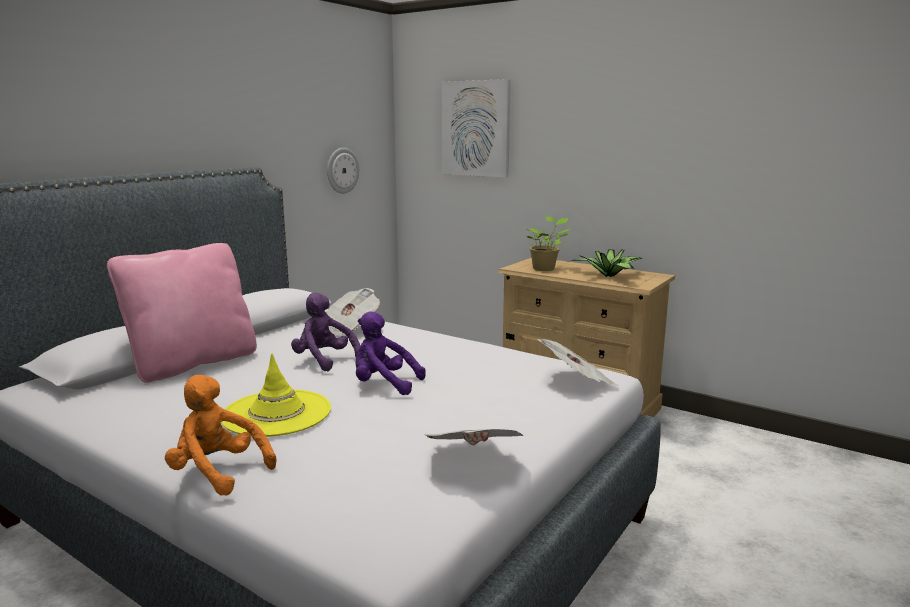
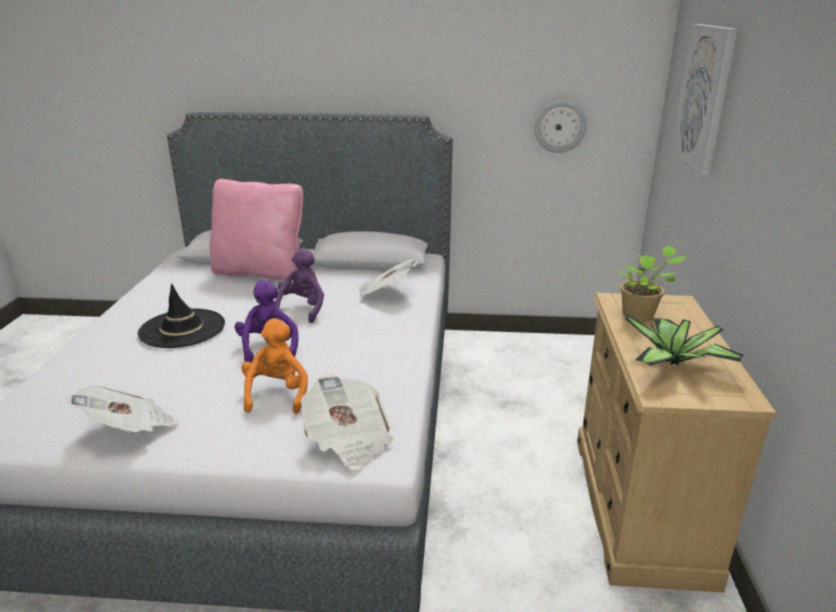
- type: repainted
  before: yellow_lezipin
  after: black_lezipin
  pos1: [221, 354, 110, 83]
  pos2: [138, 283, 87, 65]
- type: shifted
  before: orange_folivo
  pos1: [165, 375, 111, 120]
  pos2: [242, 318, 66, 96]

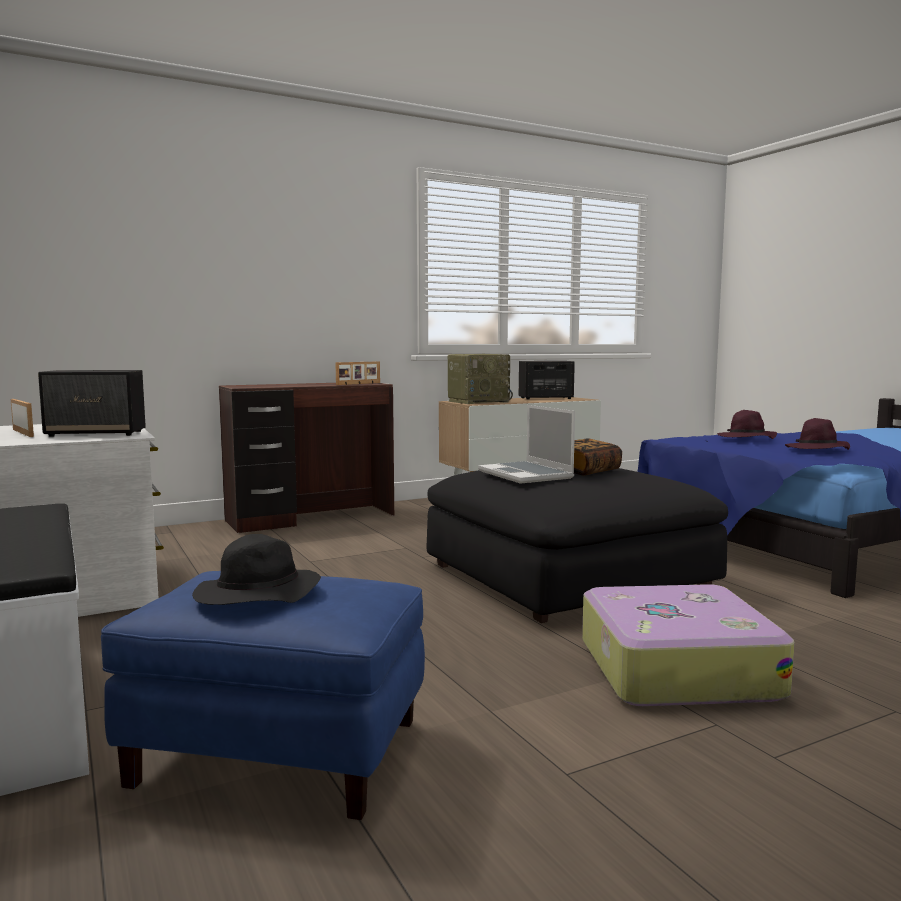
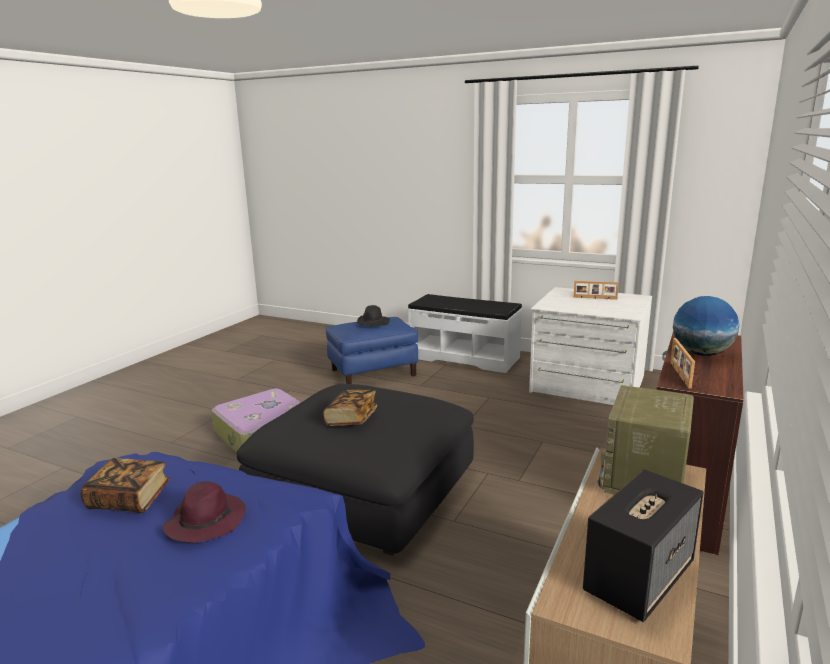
- type: gone
  before: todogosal
  pos1: [38, 370, 108, 67]
- type: gone
  before: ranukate
  pos1: [478, 405, 97, 79]
- type: swapped
  before: purple_lezipin
  after: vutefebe
  pos1: [785, 418, 65, 32]
  pos2: [81, 458, 89, 55]
- type: new
  after: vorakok
  pos2: [673, 296, 67, 60]

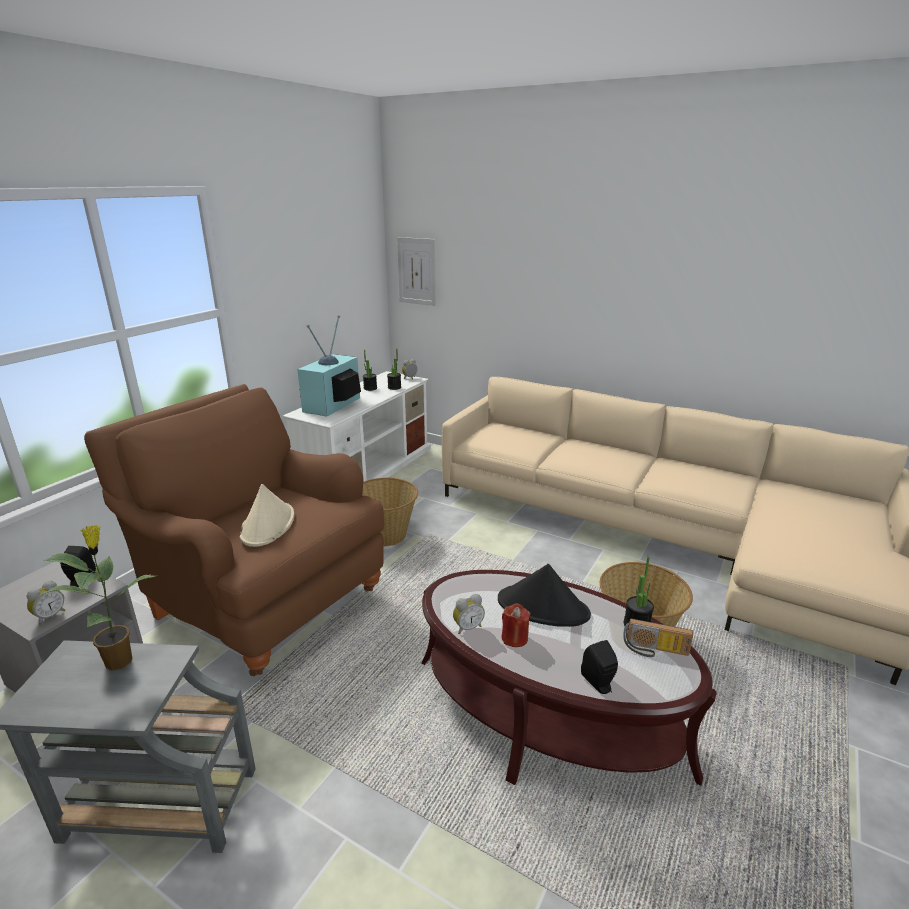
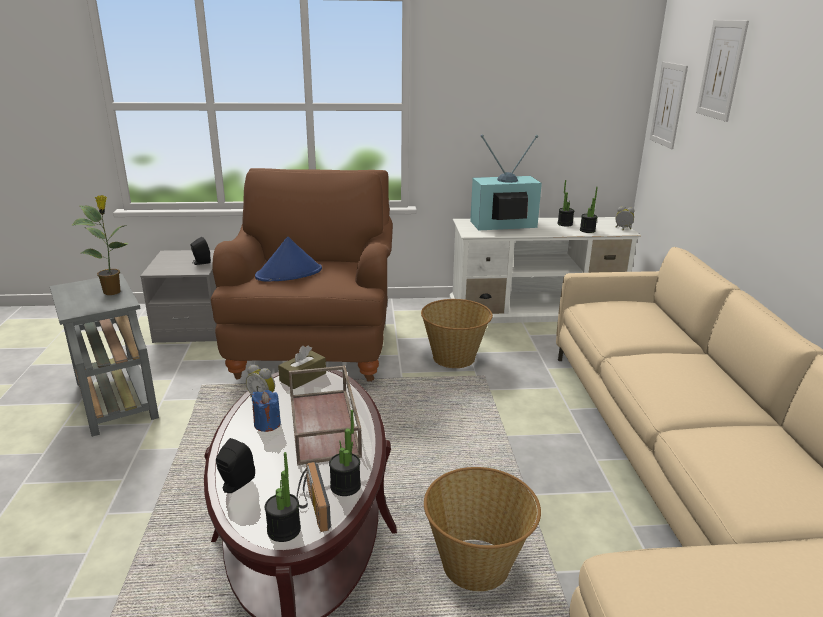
- type: repainted
  before: beige_lezipin
  after: blue_lezipin
  pos1: [239, 484, 55, 63]
  pos2: [255, 237, 67, 45]
- type: swapped
  before: black_lezipin
  after: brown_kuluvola
  pos1: [498, 564, 93, 63]
  pos2: [289, 365, 73, 101]
- type: gone
  before: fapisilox
  pos1: [27, 580, 38, 45]
- type: repainted
  before: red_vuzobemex
  after: blue_vuzobemex
  pos1: [502, 603, 28, 44]
  pos2: [252, 390, 29, 42]
- type: new
  after: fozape
  pos2: [696, 20, 53, 102]
- type: new
  after: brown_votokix
  pos2: [278, 345, 48, 44]
- type: new
  after: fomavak
  pos2: [265, 452, 36, 90]

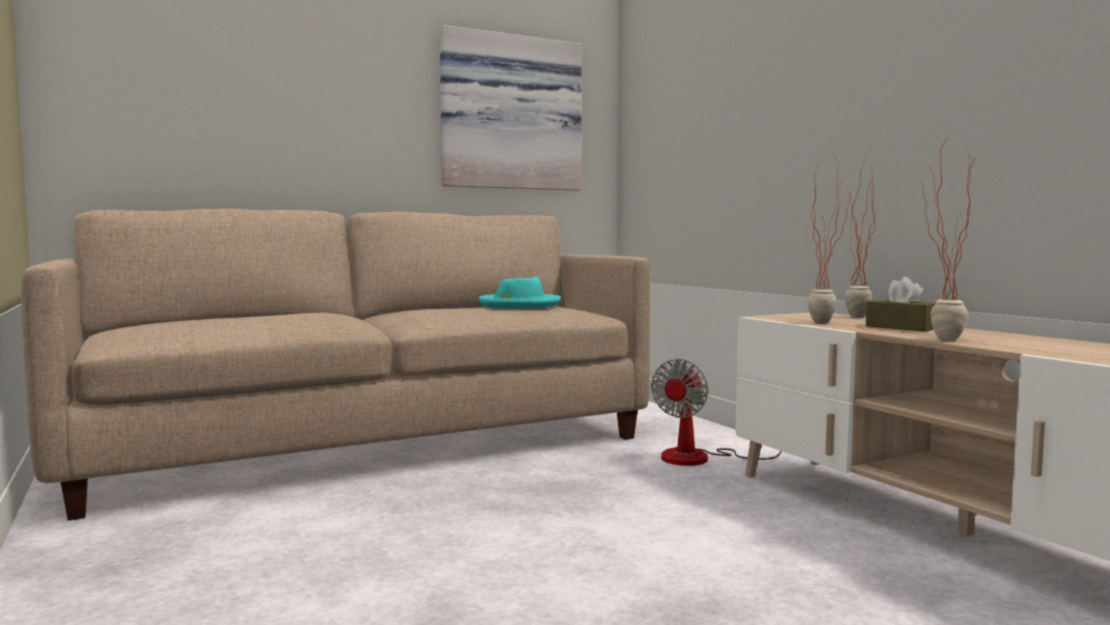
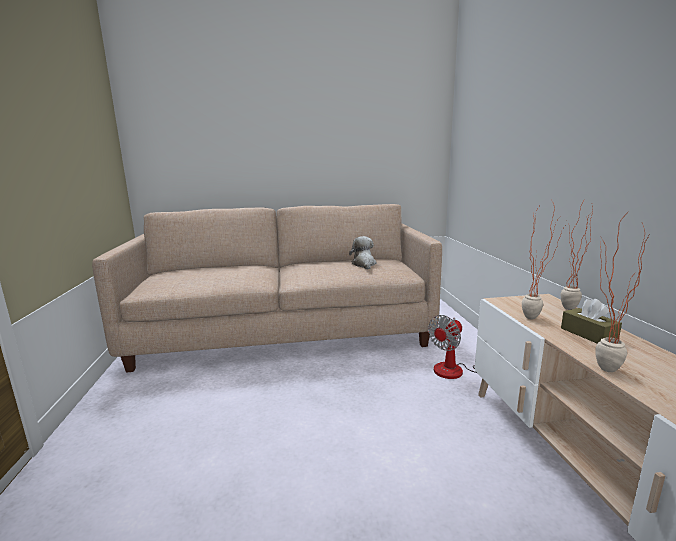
- type: gone
  before: fozape
  pos1: [440, 25, 142, 166]
- type: swapped
  before: turquoise_lezipin
  after: folivo
  pos1: [478, 277, 83, 32]
  pos2: [349, 236, 28, 34]

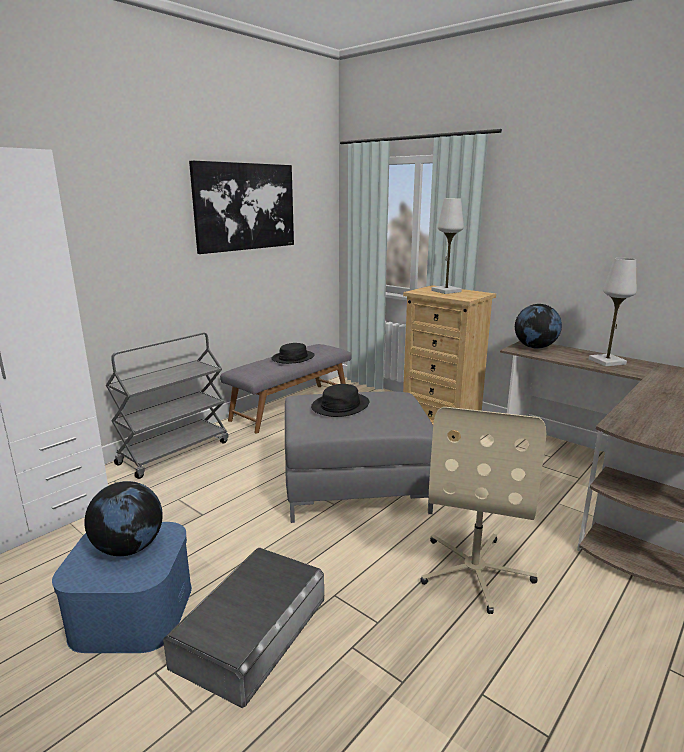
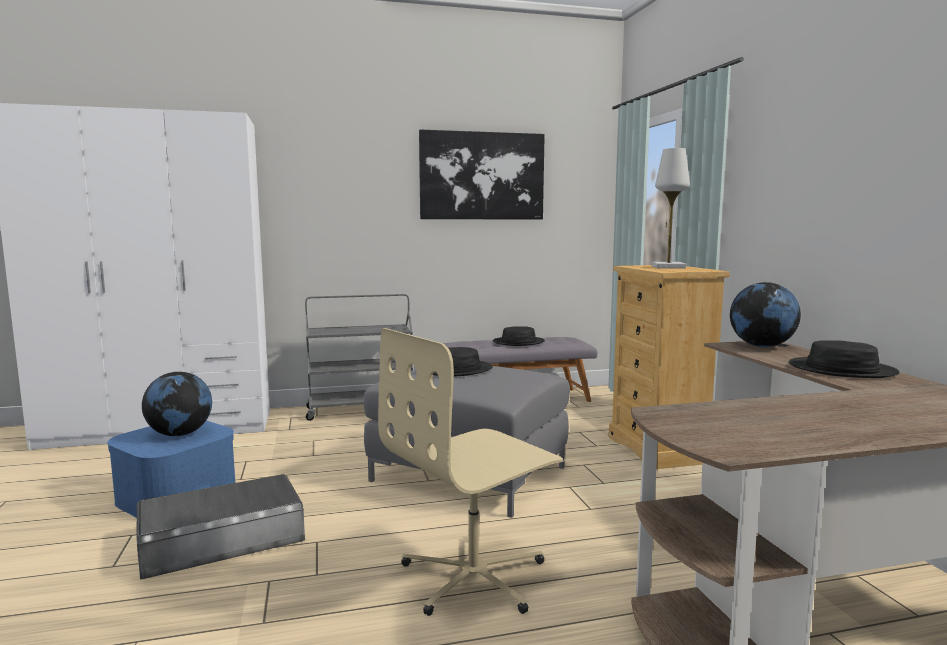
- type: swapped
  before: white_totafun
  after: black_lezipin
  pos1: [589, 258, 48, 108]
  pos2: [789, 340, 111, 38]

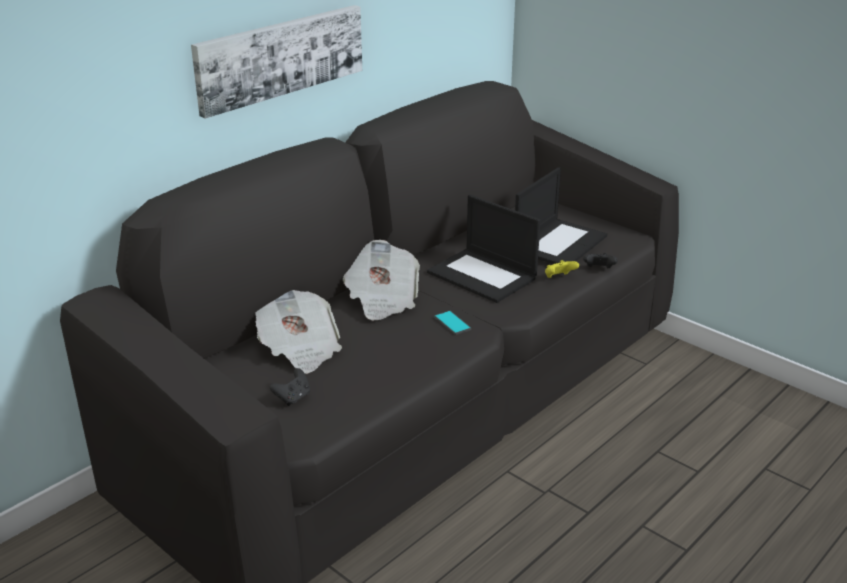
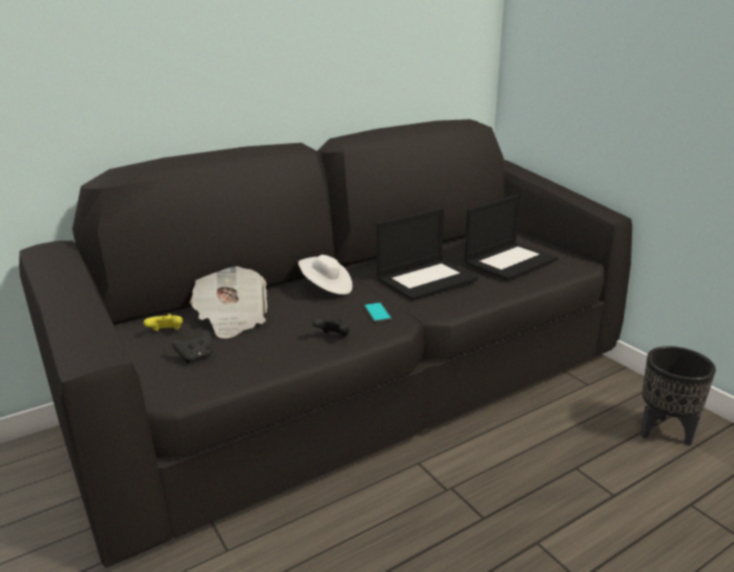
- type: gone
  before: fozape
  pos1: [191, 5, 171, 114]
- type: rotated
  before: ranukate
  pos1: [427, 195, 114, 108]
  pos2: [377, 208, 101, 93]
  turn: -90
- type: swapped
  before: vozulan
  after: white_lezipin
  pos1: [343, 240, 77, 81]
  pos2: [298, 255, 54, 40]
- type: shifted
  before: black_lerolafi
  pos1: [583, 253, 35, 15]
  pos2: [312, 318, 37, 19]
- type: shifted
  before: yellow_lerolafi
  pos1: [545, 260, 34, 18]
  pos2: [144, 314, 39, 17]
- type: new
  after: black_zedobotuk
  pos2: [640, 346, 76, 100]

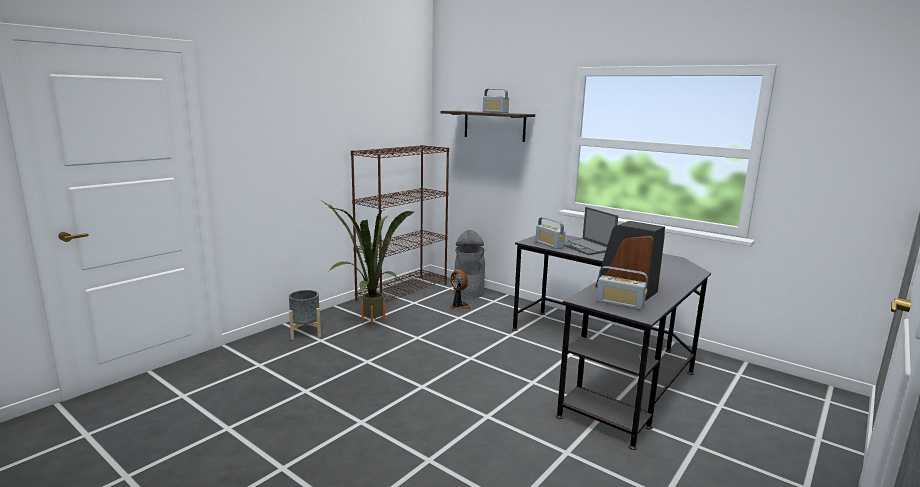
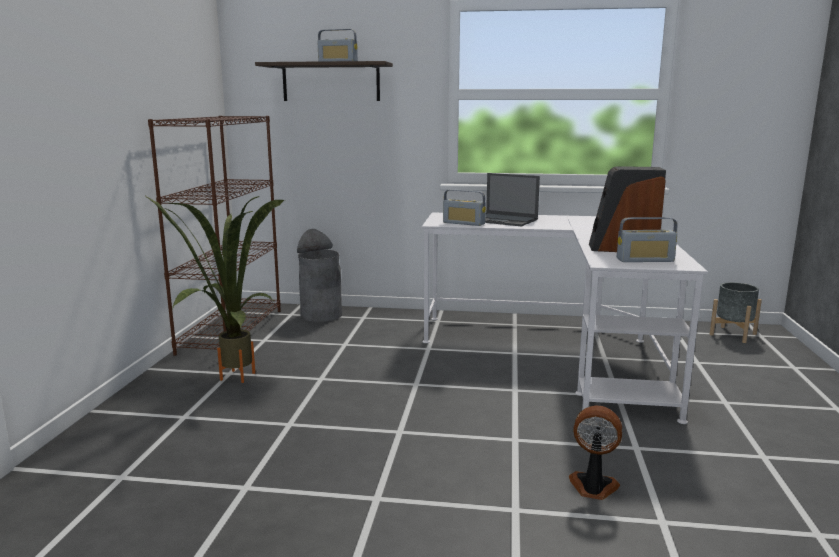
- type: repainted
  before: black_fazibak
  after: white_fazibak
  pos1: [512, 235, 199, 215]
  pos2: [422, 212, 286, 212]
- type: shifted
  before: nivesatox
  pos1: [450, 269, 22, 40]
  pos2: [569, 405, 53, 95]
- type: shifted
  before: grey_zedobotuk
  pos1: [289, 290, 32, 50]
  pos2: [710, 282, 52, 61]

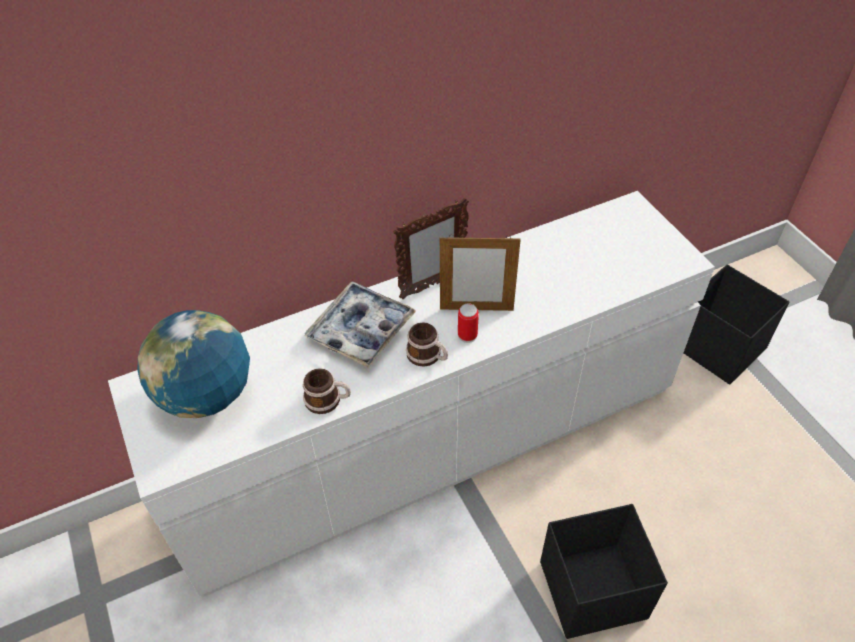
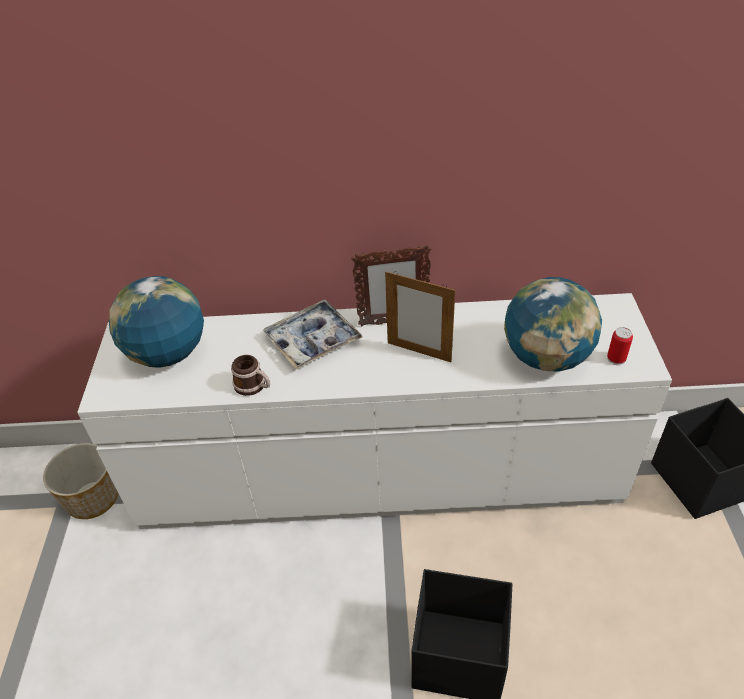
- type: shifted
  before: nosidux
  pos1: [458, 303, 21, 40]
  pos2: [607, 327, 26, 38]
- type: gone
  before: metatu
  pos1: [406, 322, 42, 44]
- type: new
  after: vorakok
  pos2: [504, 277, 98, 94]
- type: new
  after: zedobotuk
  pos2: [43, 443, 75, 76]

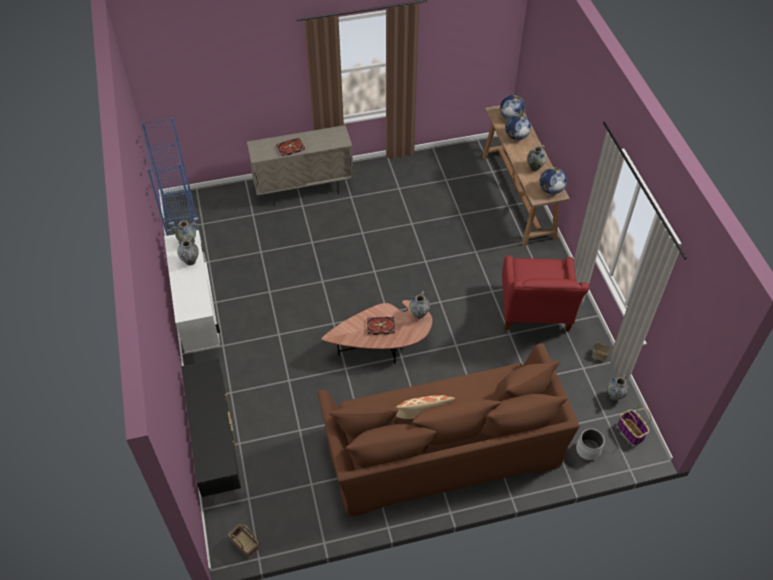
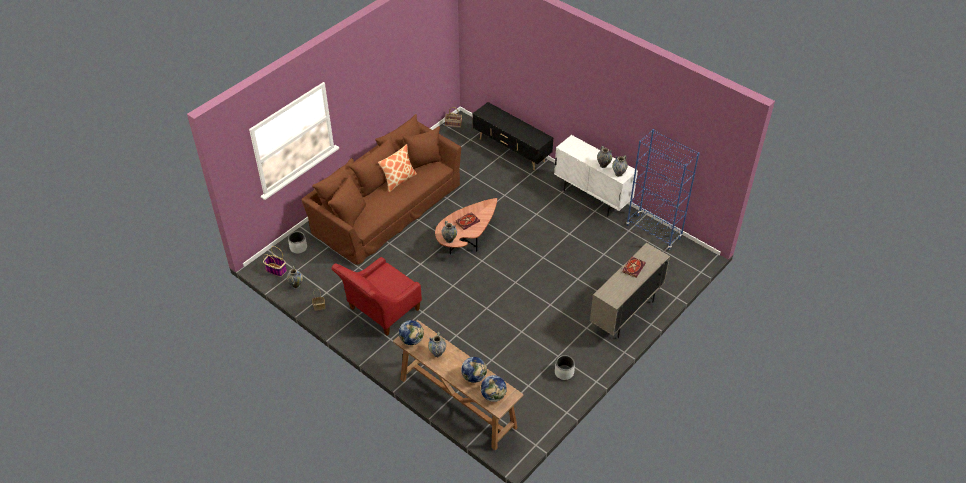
- type: rotated
  before: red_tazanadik
  pos1: [502, 255, 87, 76]
  pos2: [331, 257, 91, 79]
  turn: -105
- type: new
  after: grey_zedobotuk
  pos2: [555, 355, 20, 25]

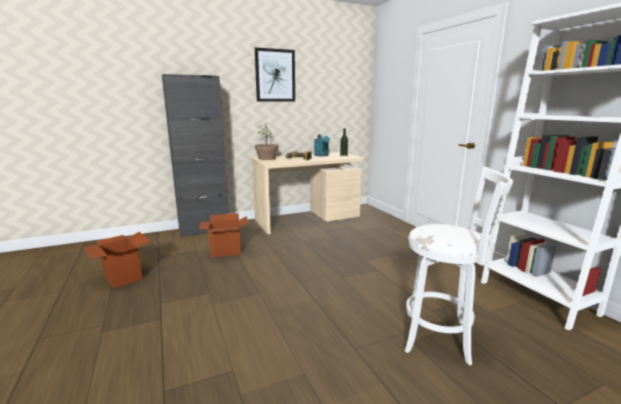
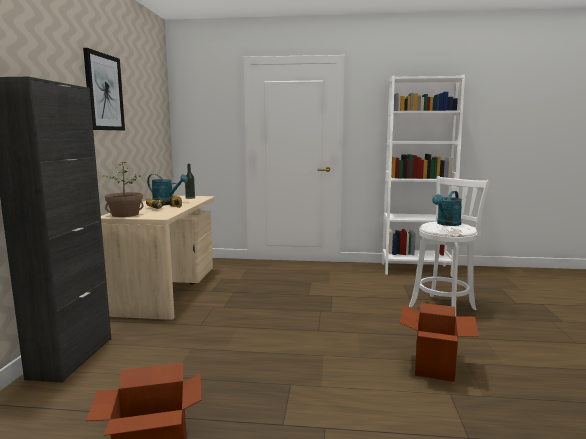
- type: shifted
  before: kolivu
  pos1: [199, 213, 49, 44]
  pos2: [400, 303, 79, 79]
- type: new
  after: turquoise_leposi
  pos2: [432, 191, 30, 35]

